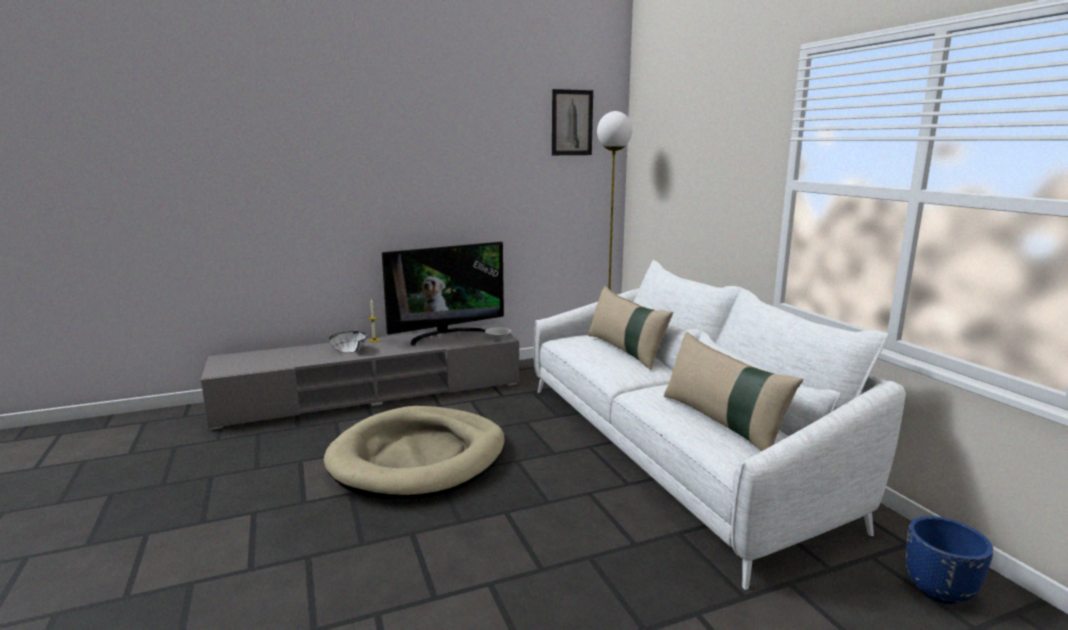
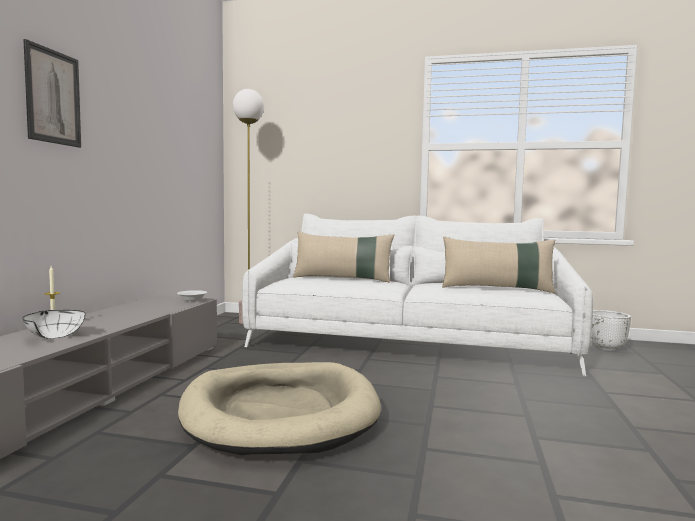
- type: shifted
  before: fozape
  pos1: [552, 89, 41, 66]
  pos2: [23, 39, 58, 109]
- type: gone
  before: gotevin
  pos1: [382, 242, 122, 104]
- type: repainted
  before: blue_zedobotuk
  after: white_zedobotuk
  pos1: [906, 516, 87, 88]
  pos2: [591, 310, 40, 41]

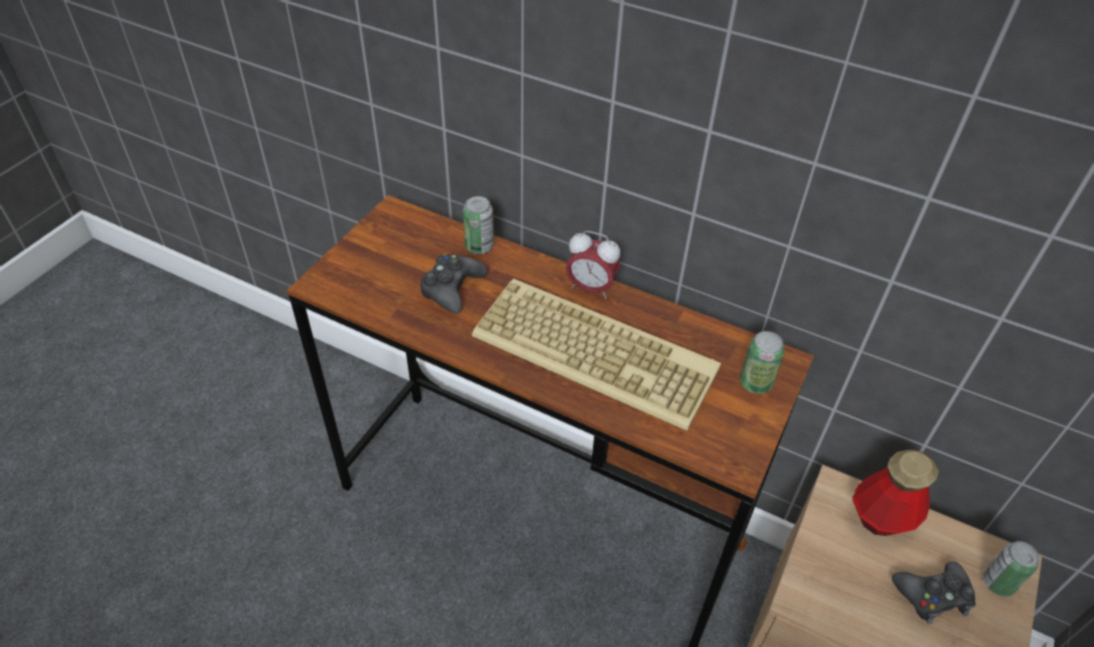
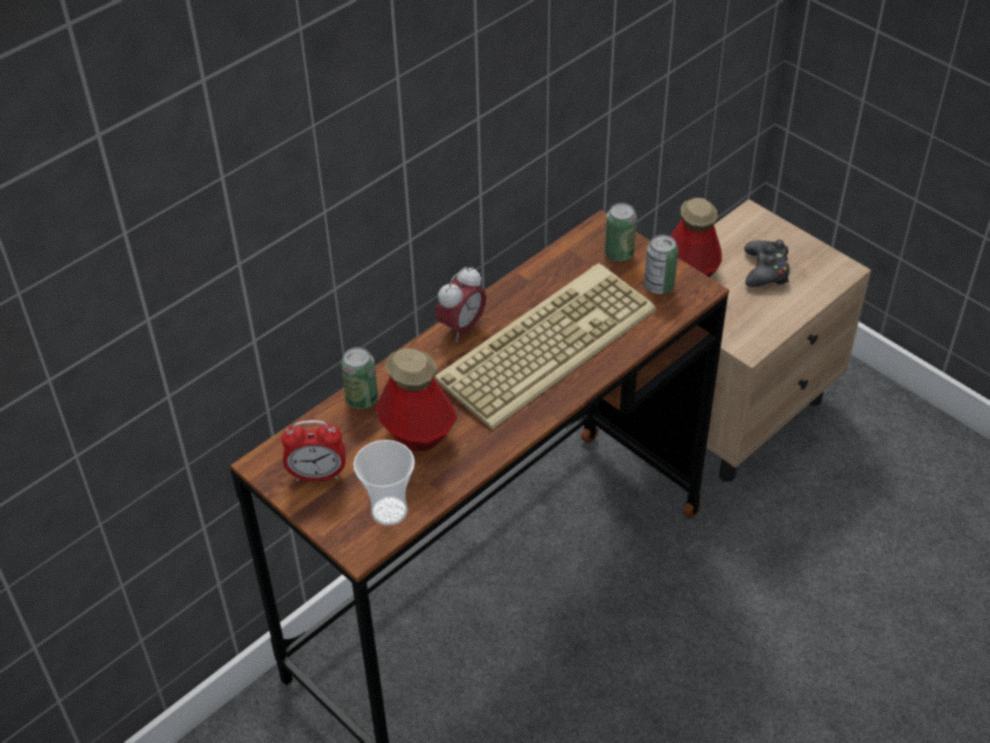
- type: swapped
  before: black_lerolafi
  after: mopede
  pos1: [420, 253, 68, 61]
  pos2: [375, 348, 82, 103]
- type: shifted
  before: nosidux
  pos1: [983, 541, 56, 55]
  pos2: [644, 235, 34, 59]
- type: new
  after: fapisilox
  pos2: [281, 420, 64, 62]
- type: new
  after: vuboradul
  pos2: [353, 440, 62, 86]

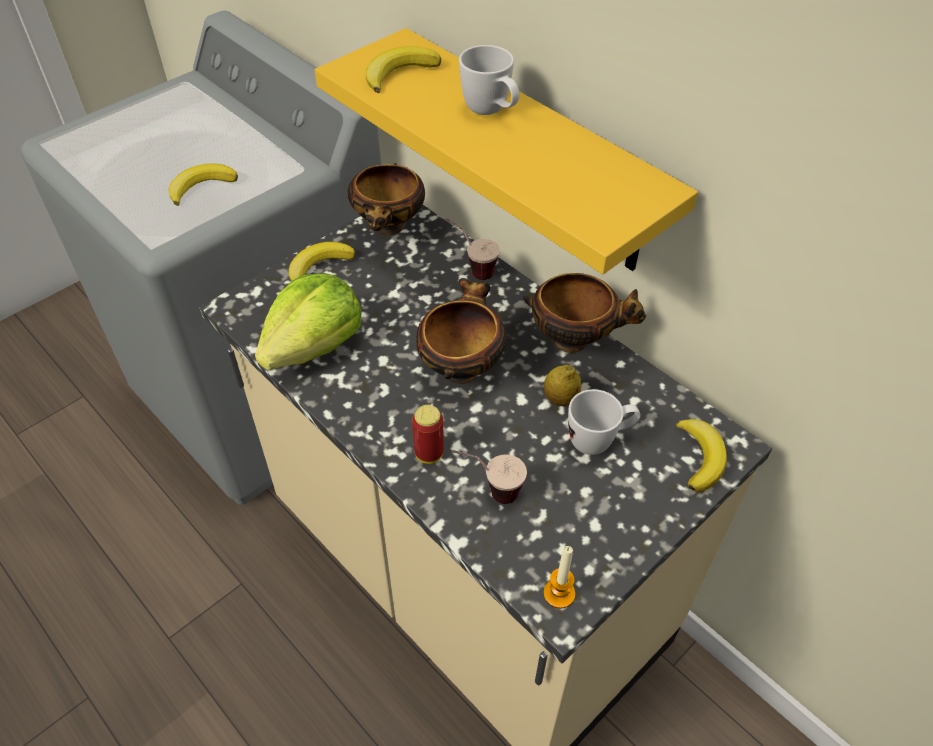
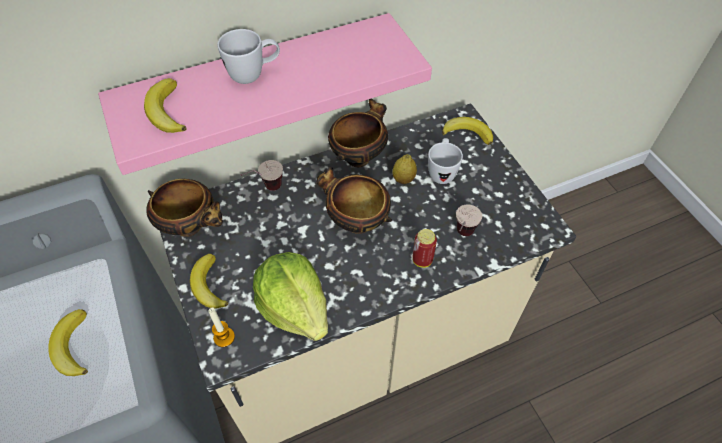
- type: repainted
  before: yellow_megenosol
  after: pink_megenosol
  pos1: [315, 28, 383, 246]
  pos2: [98, 13, 334, 162]
- type: shifted
  before: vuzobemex
  pos1: [543, 546, 32, 63]
  pos2: [209, 308, 26, 39]

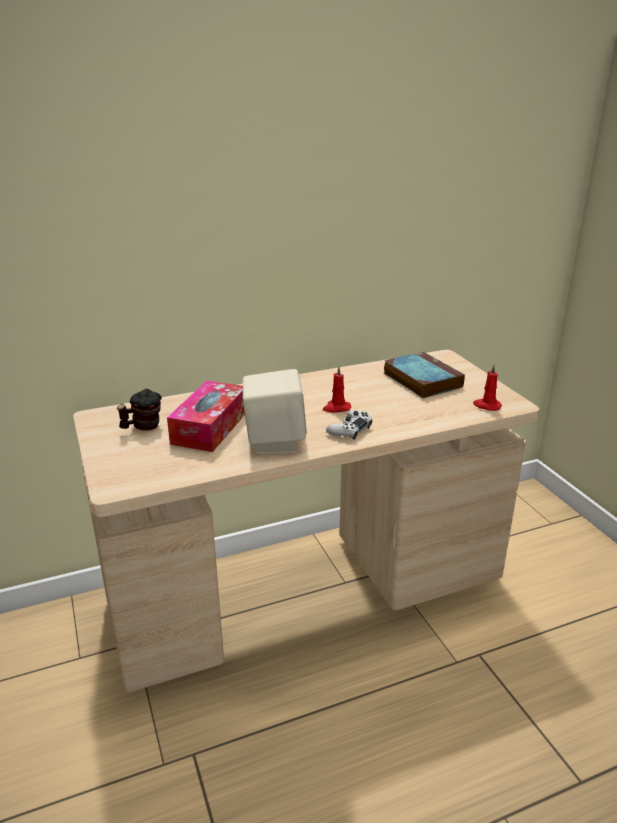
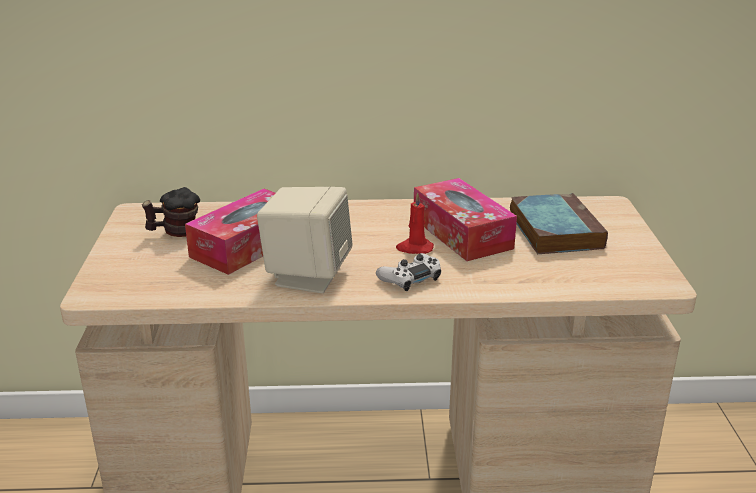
- type: gone
  before: red_vuzobemex
  pos1: [473, 364, 29, 47]
- type: new
  after: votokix
  pos2: [414, 178, 103, 83]

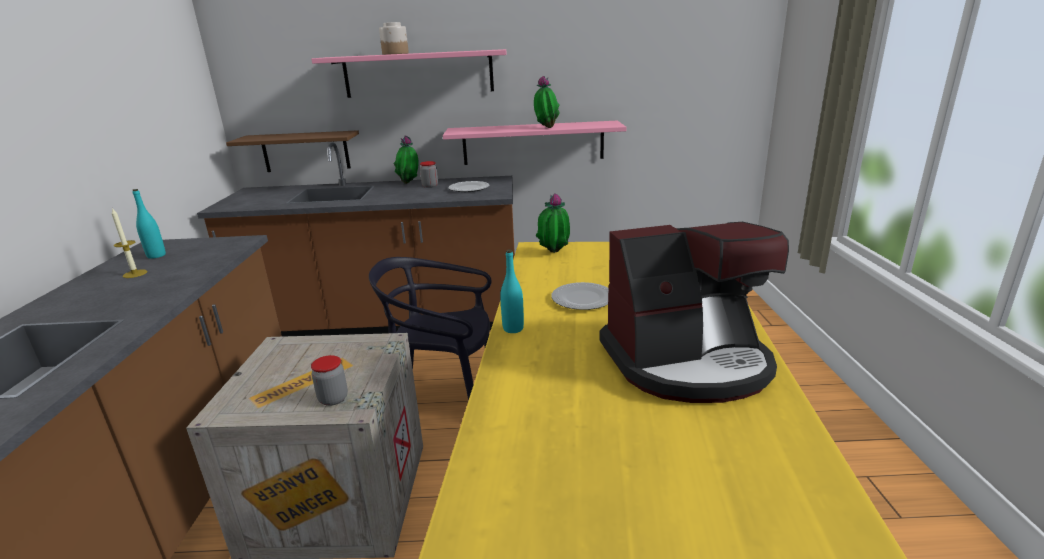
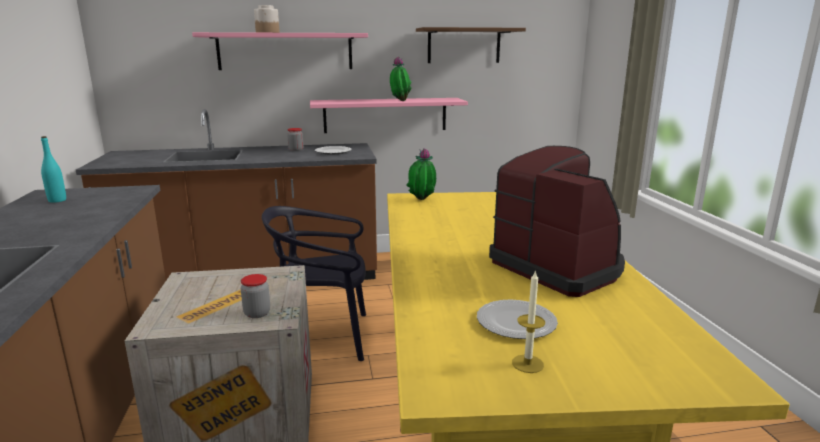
- type: shifted
  before: brown_megenosol
  pos1: [226, 130, 133, 42]
  pos2: [416, 27, 110, 36]
- type: gone
  before: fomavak
  pos1: [394, 135, 25, 49]
- type: shifted
  before: vuzobemex
  pos1: [111, 208, 36, 70]
  pos2: [512, 270, 33, 103]
- type: rotated
  before: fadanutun
  pos1: [599, 222, 190, 181]
  pos2: [489, 146, 136, 151]
  turn: -105
- type: gone
  before: turquoise_mopede
  pos1: [500, 250, 24, 83]
- type: shifted
  before: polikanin
  pos1: [551, 282, 58, 28]
  pos2: [477, 299, 81, 40]

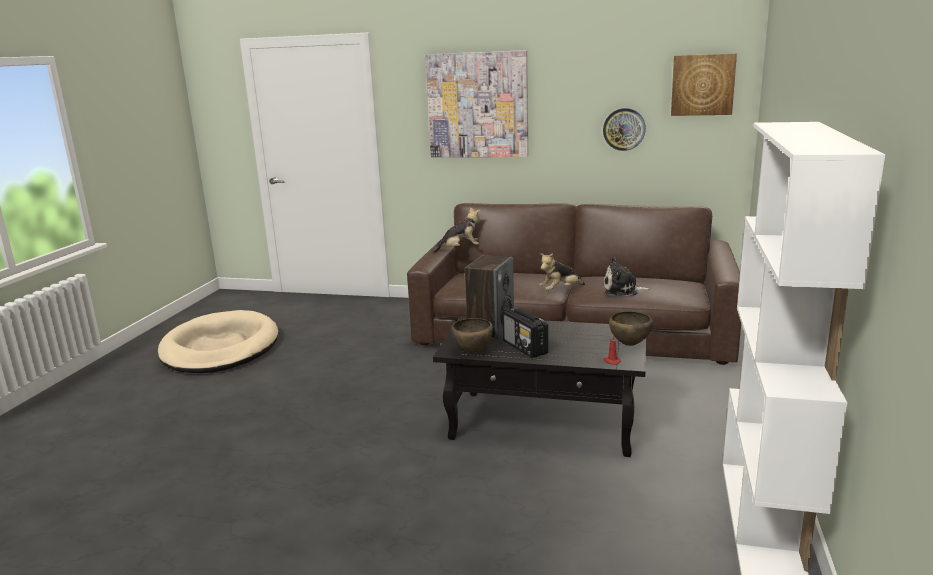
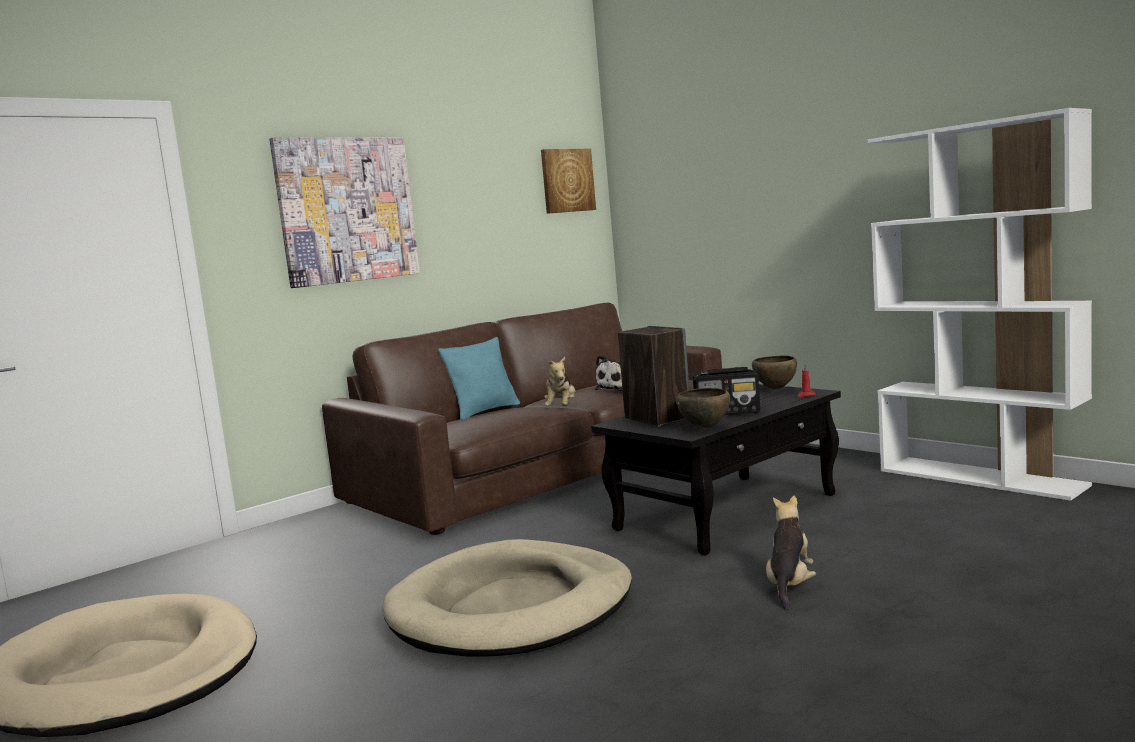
- type: gone
  before: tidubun
  pos1: [603, 108, 43, 43]
- type: shifted
  before: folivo
  pos1: [433, 207, 49, 46]
  pos2: [766, 496, 50, 114]
- type: new
  after: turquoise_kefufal
  pos2: [438, 337, 82, 83]
- type: new
  after: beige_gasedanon
  pos2: [382, 539, 250, 118]

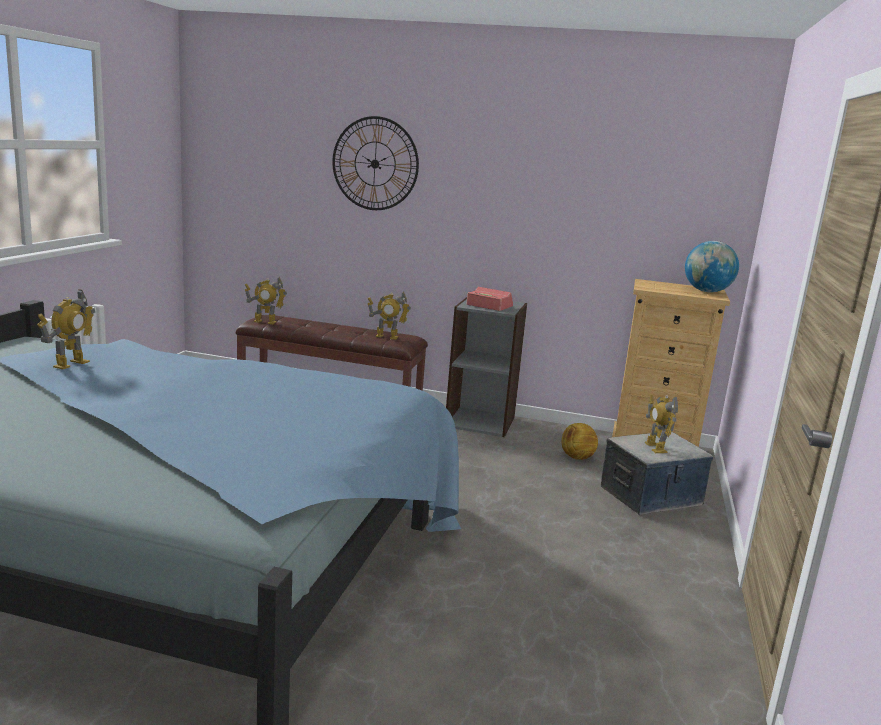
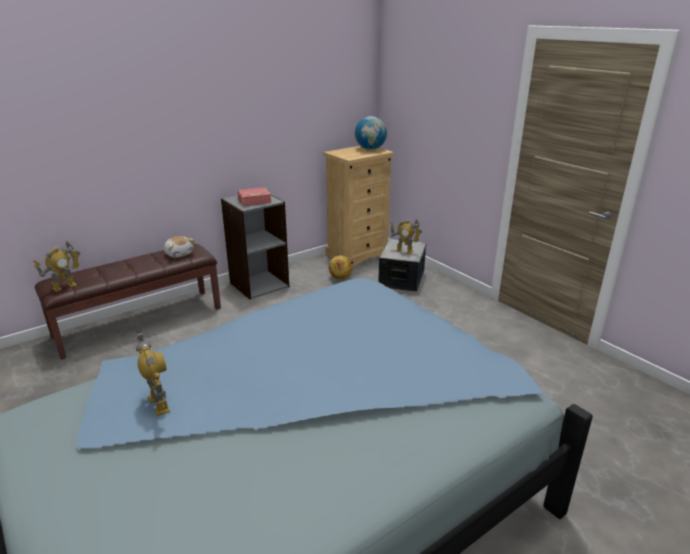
- type: gone
  before: tidubun
  pos1: [332, 116, 87, 94]
- type: swapped
  before: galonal
  after: folivo
  pos1: [367, 291, 44, 49]
  pos2: [164, 236, 31, 22]

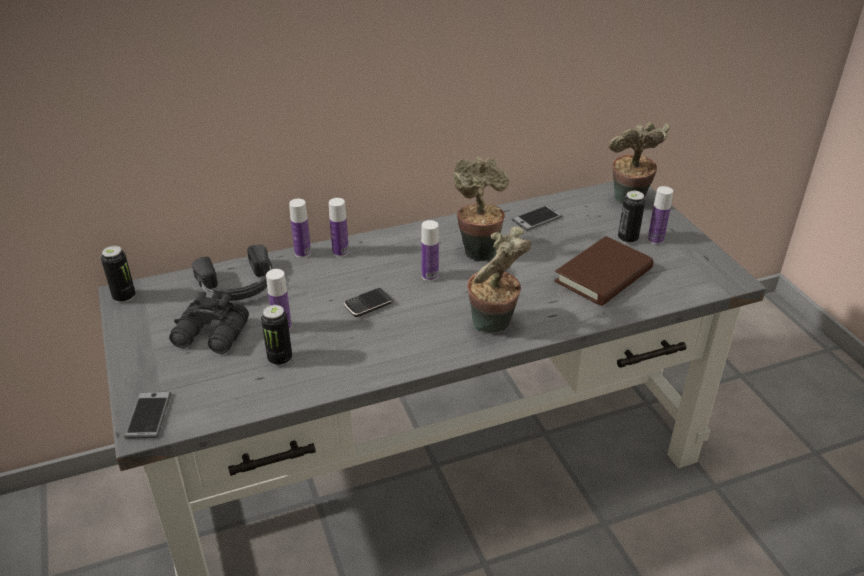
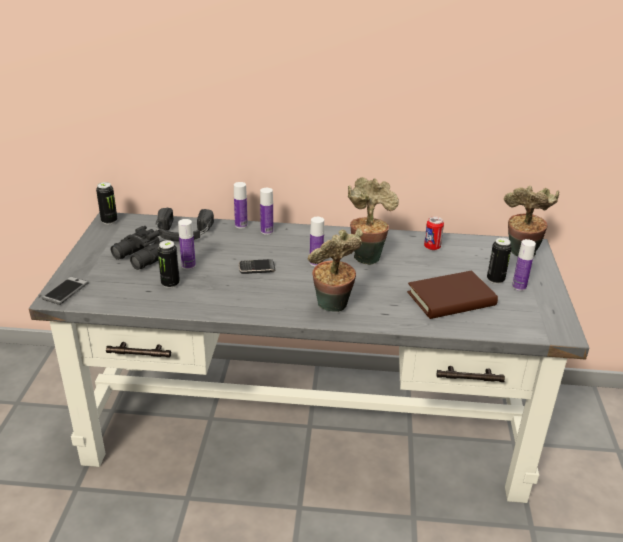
- type: swapped
  before: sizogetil
  after: nosidux
  pos1: [512, 205, 50, 26]
  pos2: [424, 217, 20, 33]

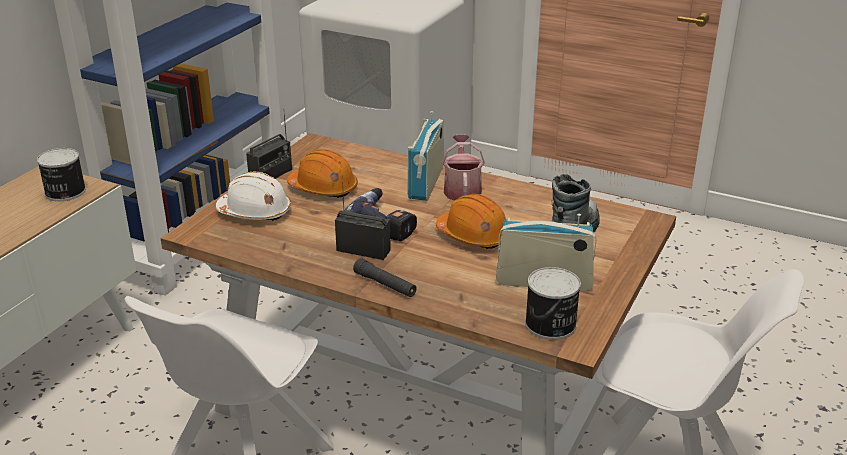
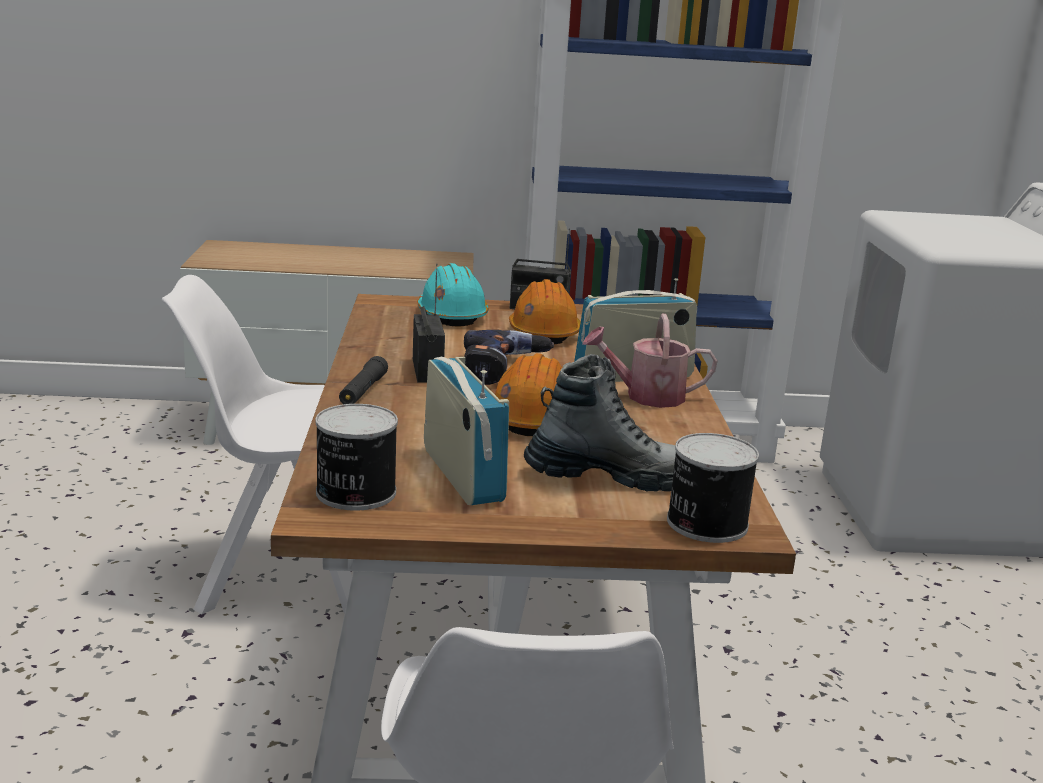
- type: rotated
  before: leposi
  pos1: [442, 134, 43, 67]
  pos2: [582, 314, 135, 94]
  turn: -150
- type: shifted
  before: nosidux
  pos1: [37, 148, 49, 53]
  pos2: [667, 433, 92, 110]
- type: repainted
  before: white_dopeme
  after: turquoise_dopeme
  pos1: [216, 172, 75, 49]
  pos2: [417, 263, 72, 64]

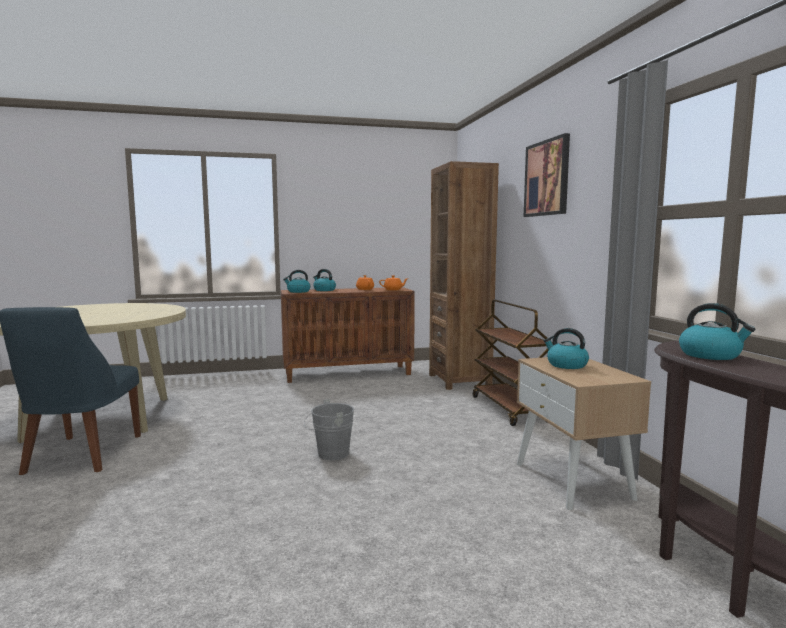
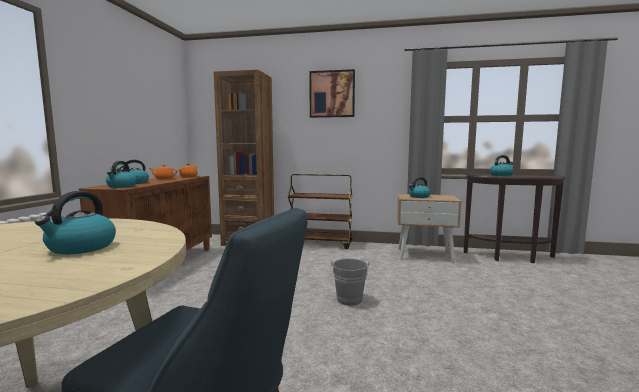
- type: new
  after: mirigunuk
  pos2: [35, 191, 81, 64]

